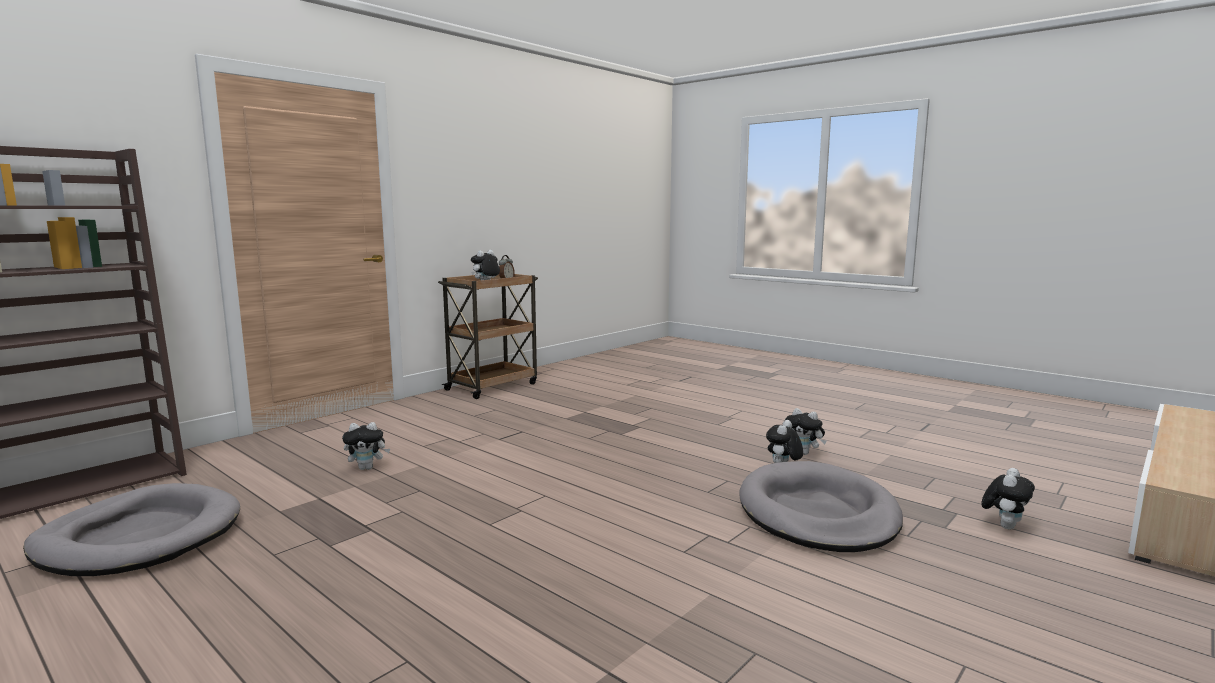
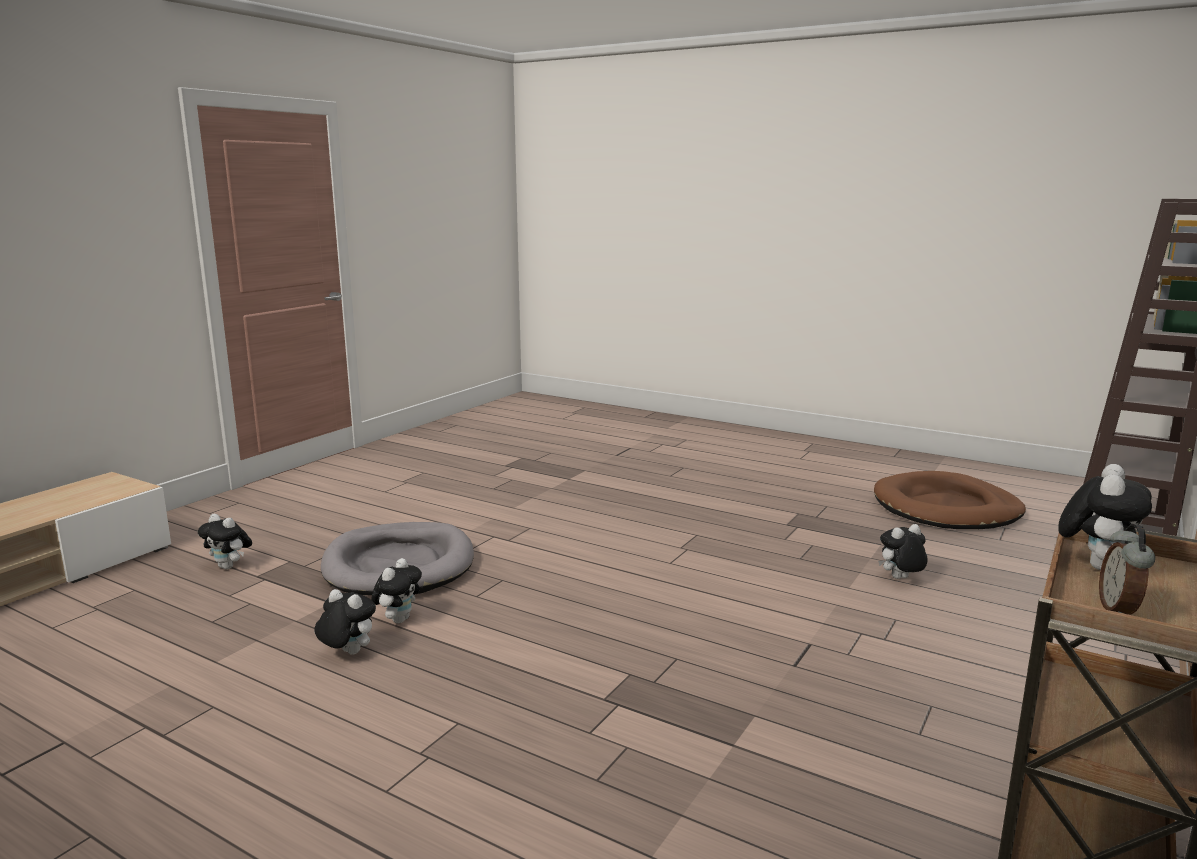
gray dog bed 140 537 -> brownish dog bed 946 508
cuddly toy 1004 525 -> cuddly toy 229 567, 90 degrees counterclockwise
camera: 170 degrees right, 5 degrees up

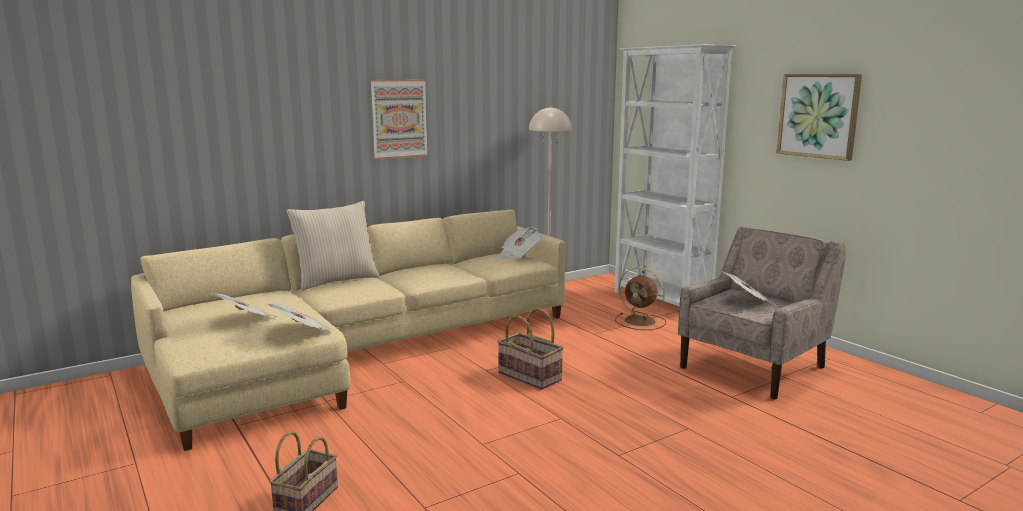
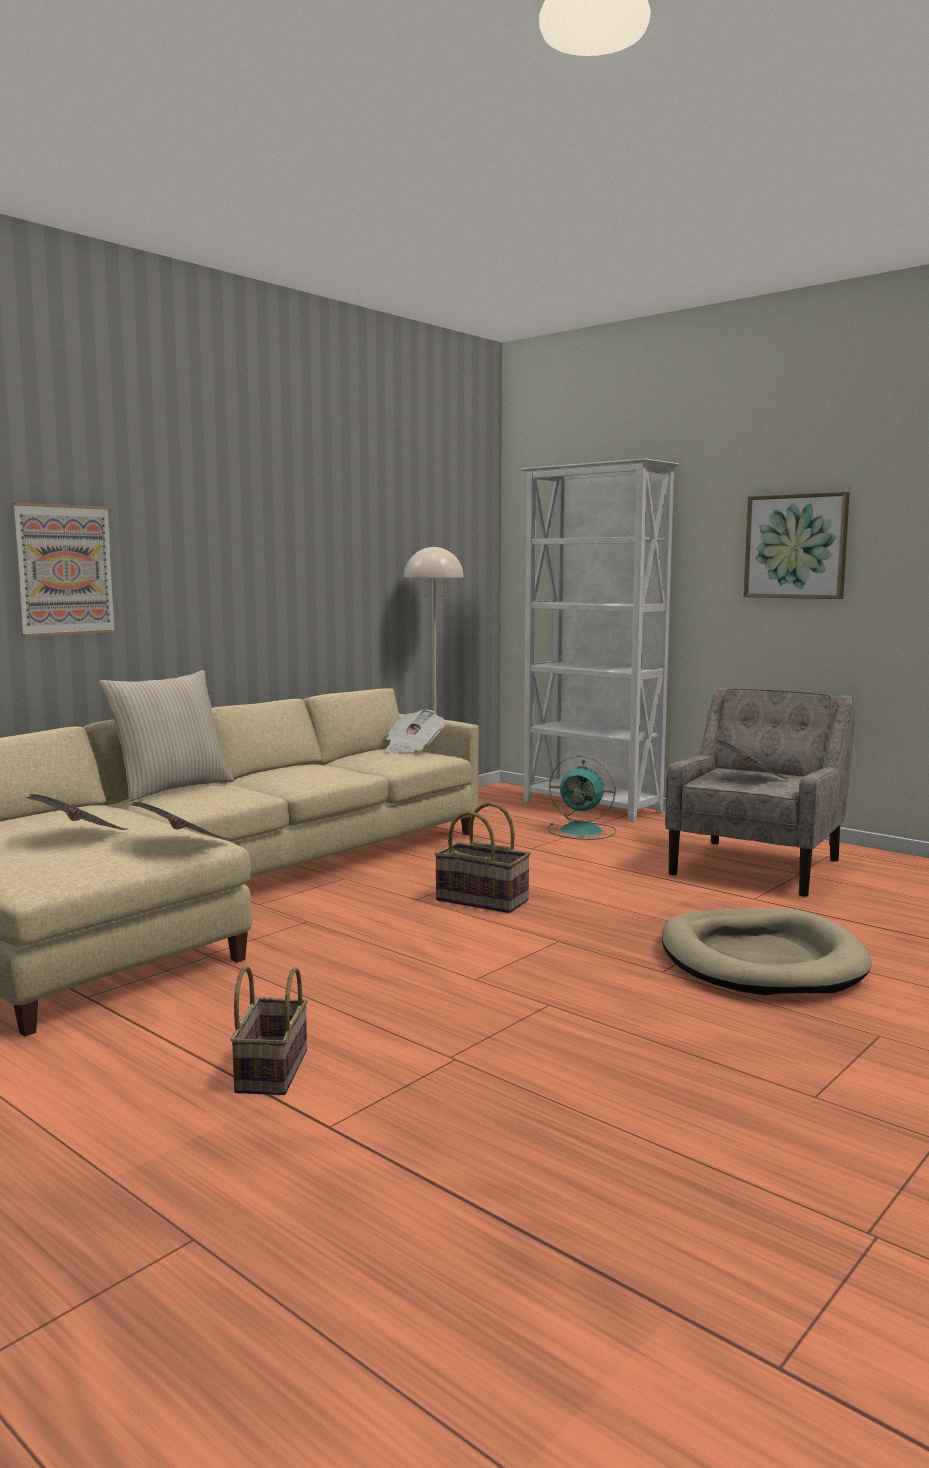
wall art 399 118 -> wall art 64 570, move
brownish fan 641 322 -> turquoise-coloured fan 583 831
none -> sand-coloured dog bed 760 960
camera: 15 degrees left, 5 degrees down

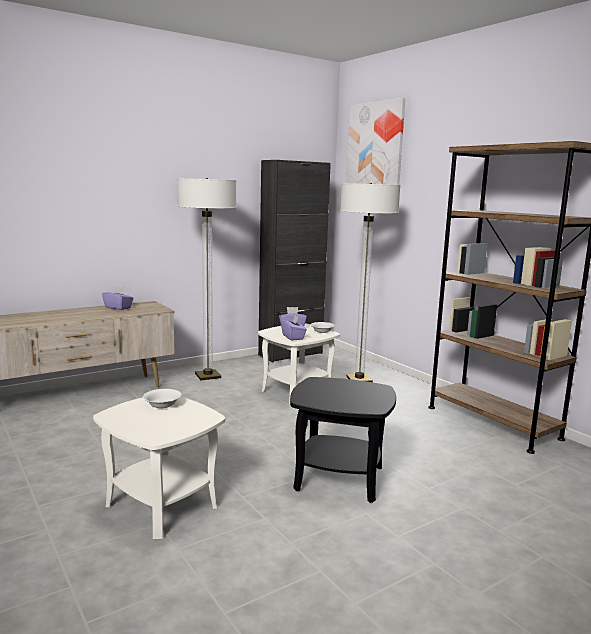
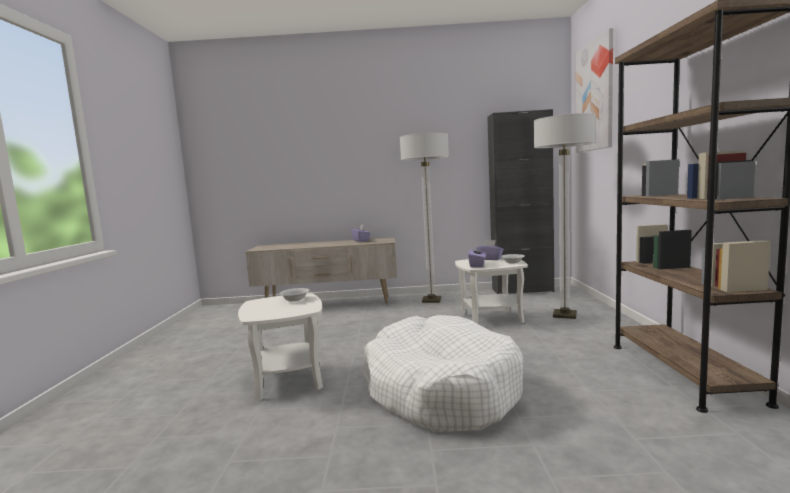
black end table 339 478 -> white-coloured dog bed 440 390
camera: 35 degrees right, 5 degrees down

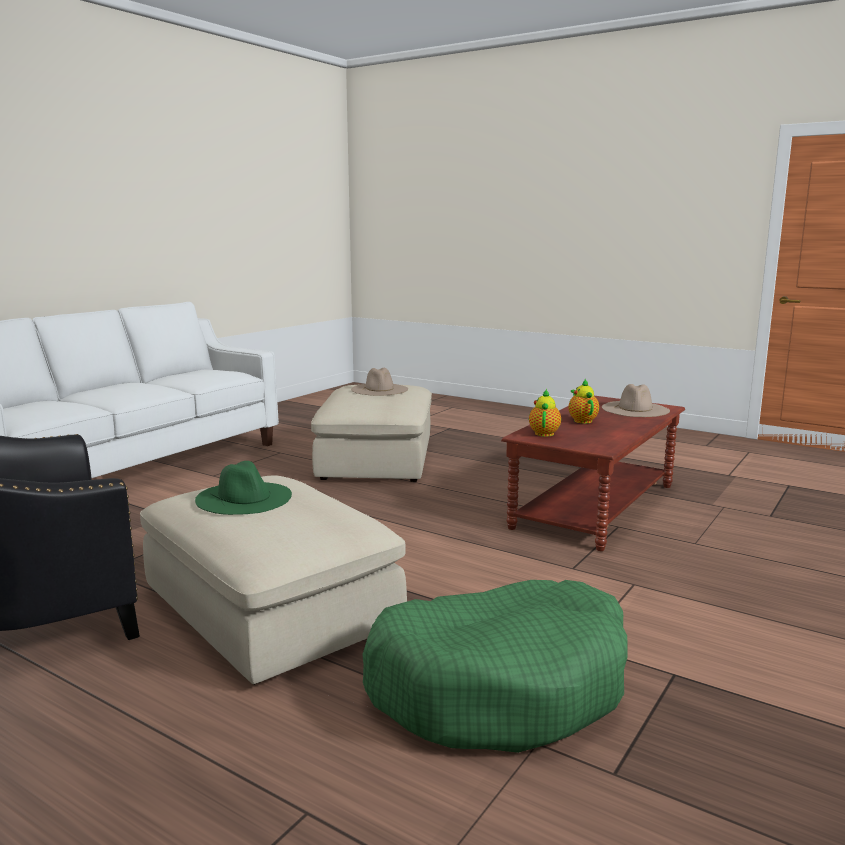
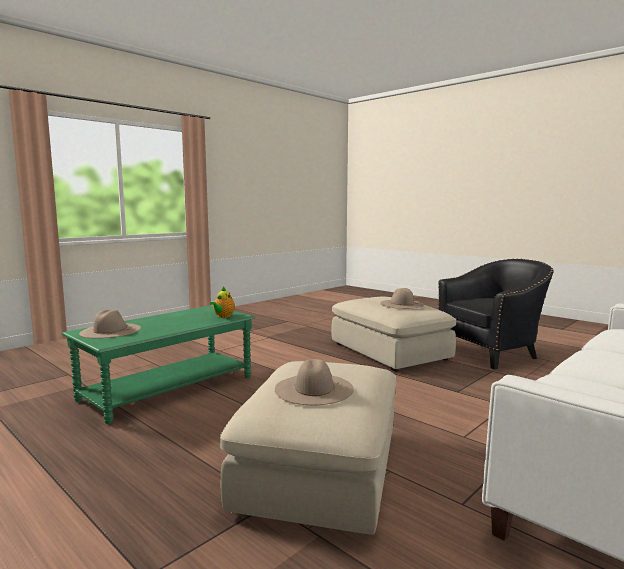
green wearable hat 244 497 -> sand-coloured wearable hat 401 304
green dog bed 500 686 -> none
brownish lounge table 594 506 -> green lounge table 169 388
tea pot 582 420 -> none
camera: 170 degrees left, 5 degrees down

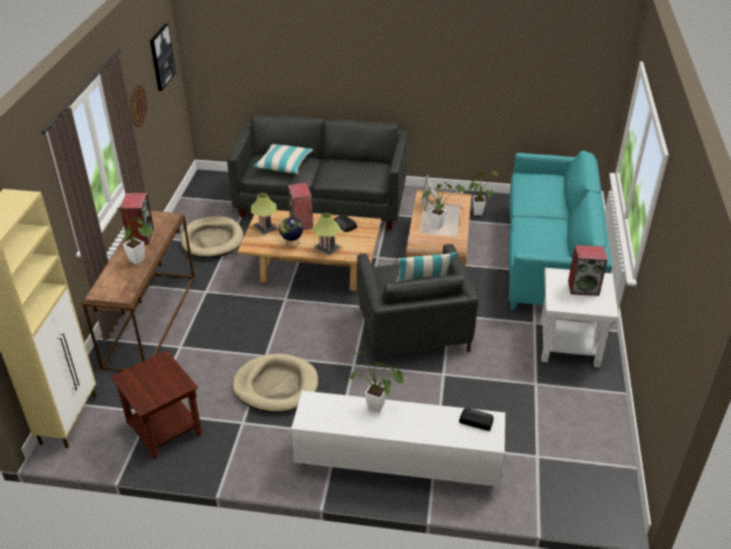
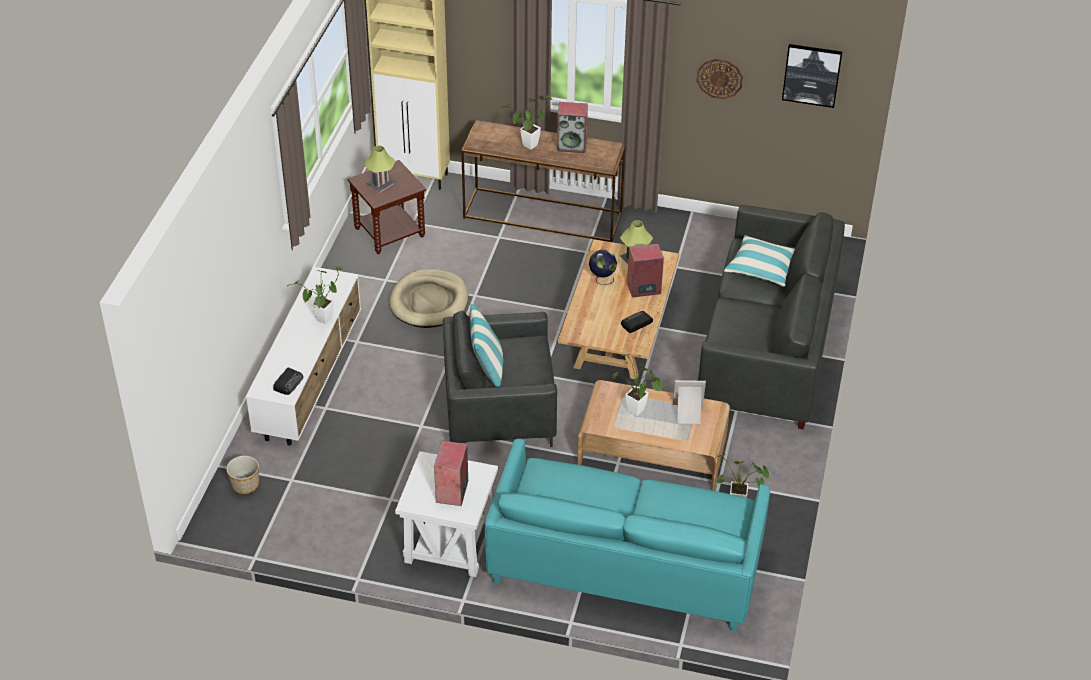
sand-coloured dog bed 212 240 -> none
lamp for a table 327 249 -> lamp for a table 381 184, move
none -> planter 245 484
camera: 95 degrees right, 5 degrees up

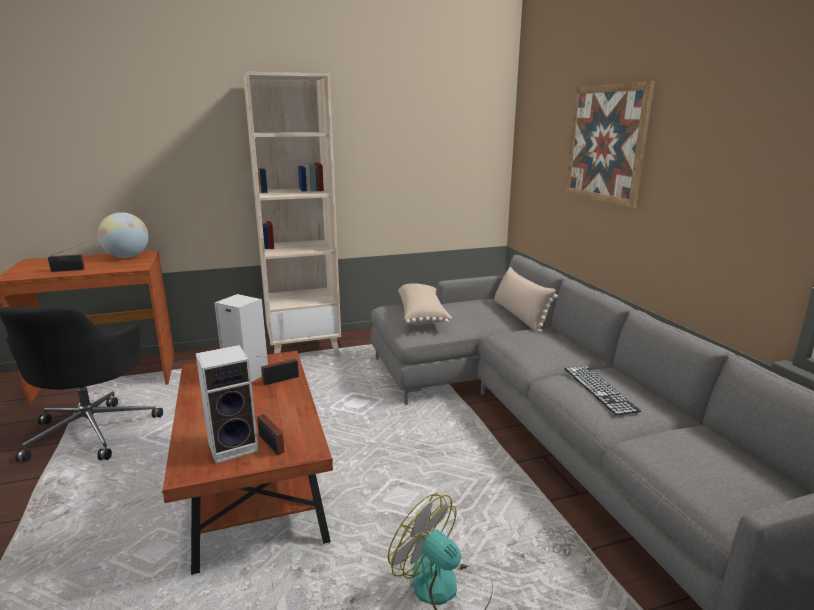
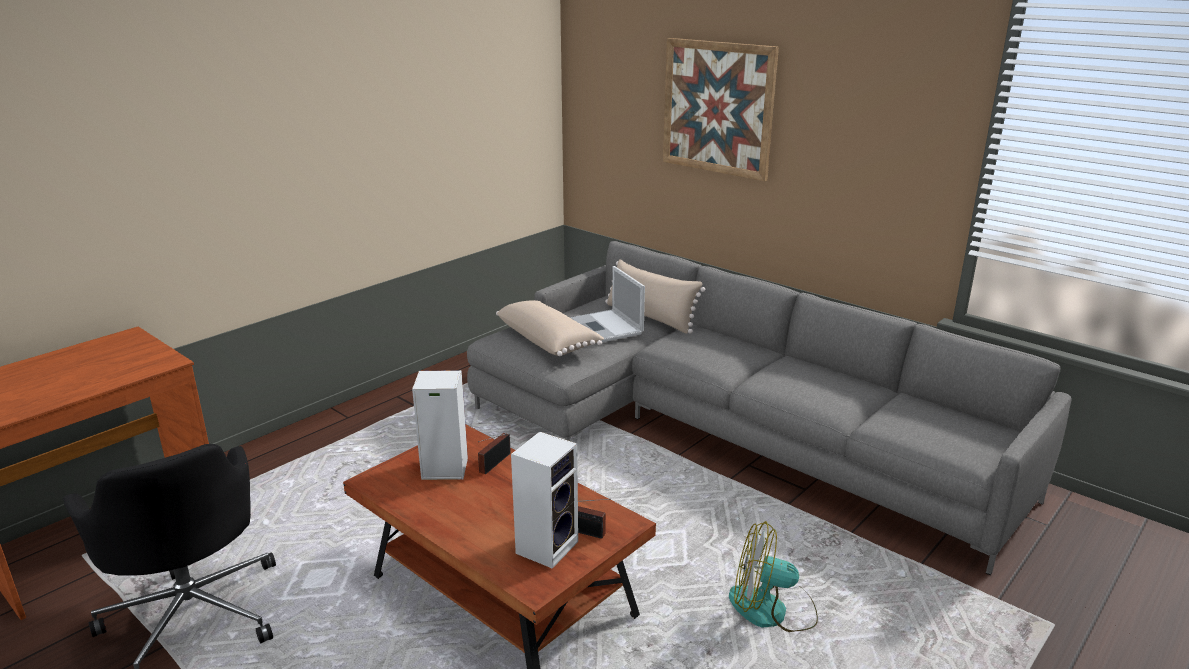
radio 70 270 -> none
globe 127 257 -> none
sand-coloured bookshelf 304 349 -> none
keyboard 599 389 -> none
none -> notebook computer 607 327
camera: 30 degrees left, 5 degrees up

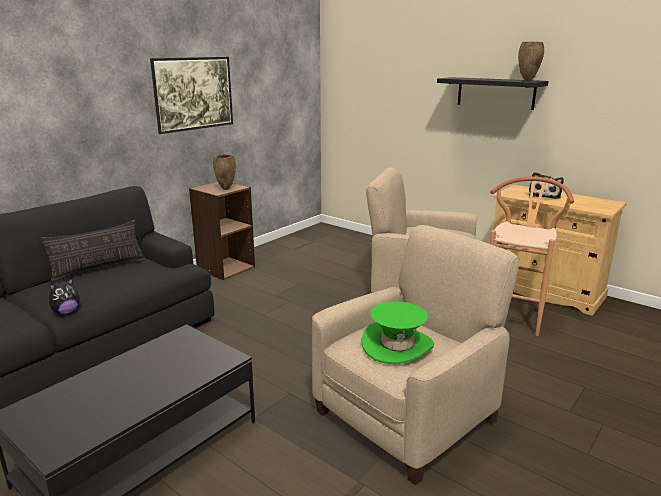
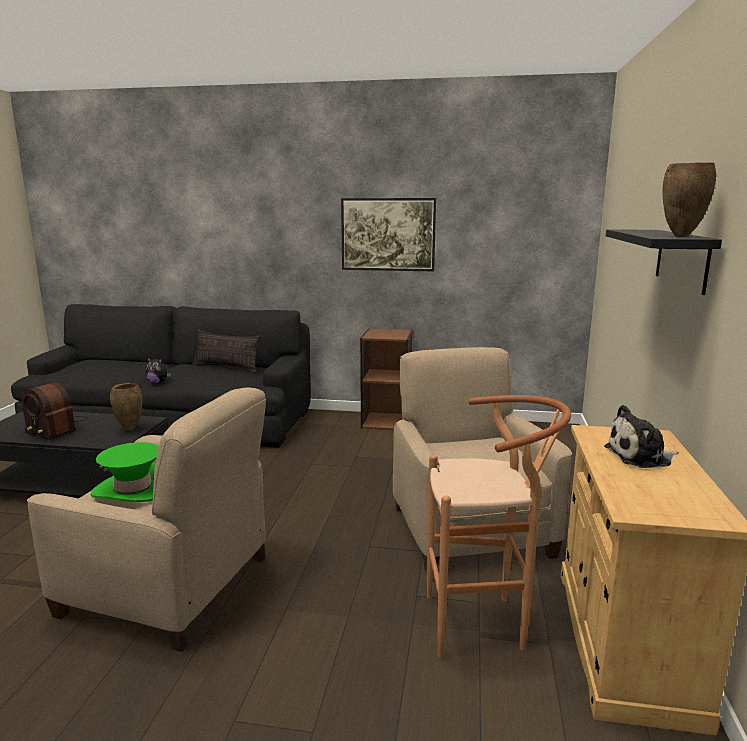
brownish decorative vase 226 189 -> brownish decorative vase 129 429, move
none -> radio 55 428
camera: 60 degrees right, 5 degrees down

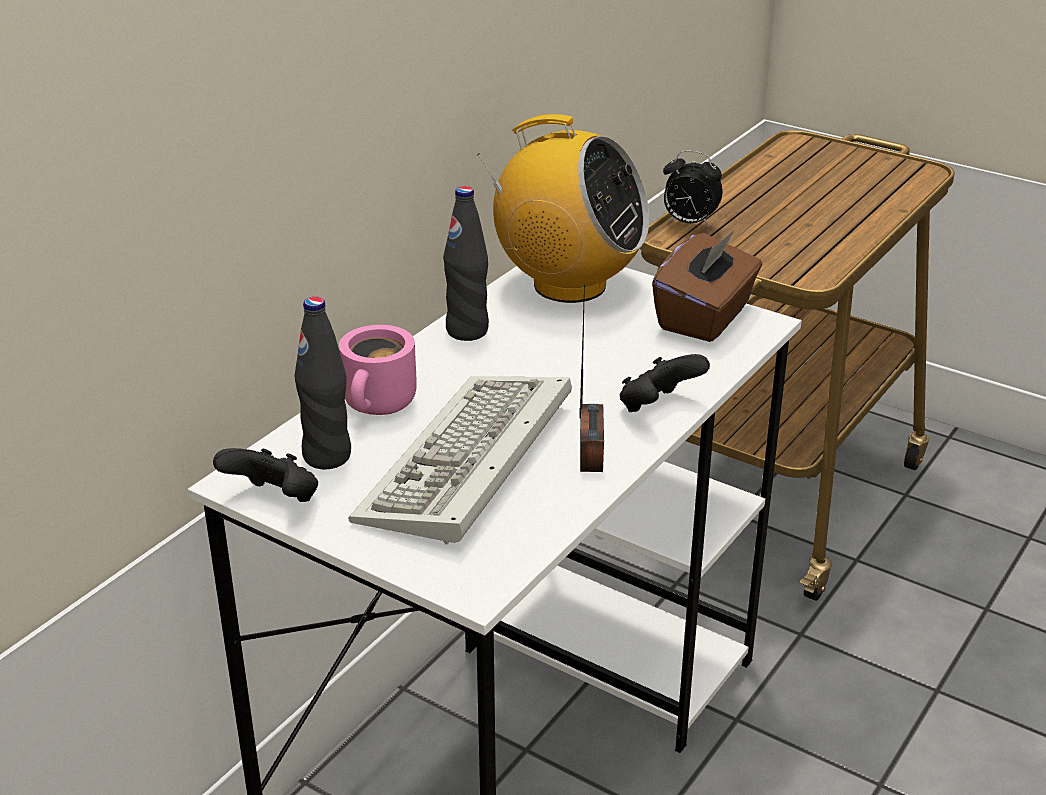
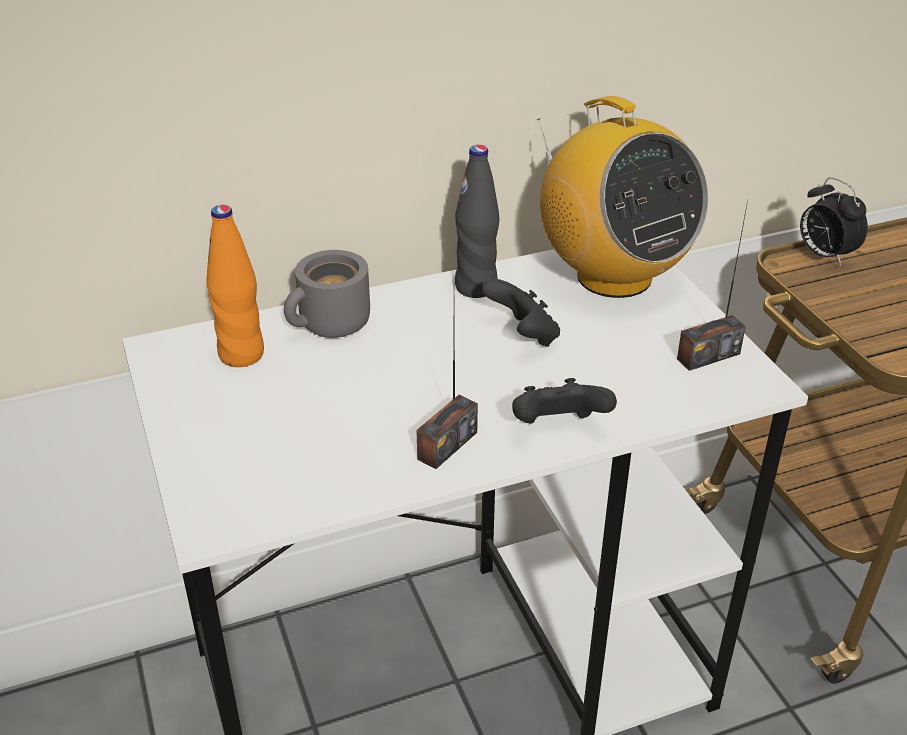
black joypad 274 500 -> black joypad 523 336, move
black bottle 327 456 -> orangey bottle 242 354
pink tea mug 380 405 -> gray tea mug 331 327
keyboard 468 466 -> none
brownish box of tissues 705 317 -> radio 708 356
camera: 35 degrees right, 5 degrees up

